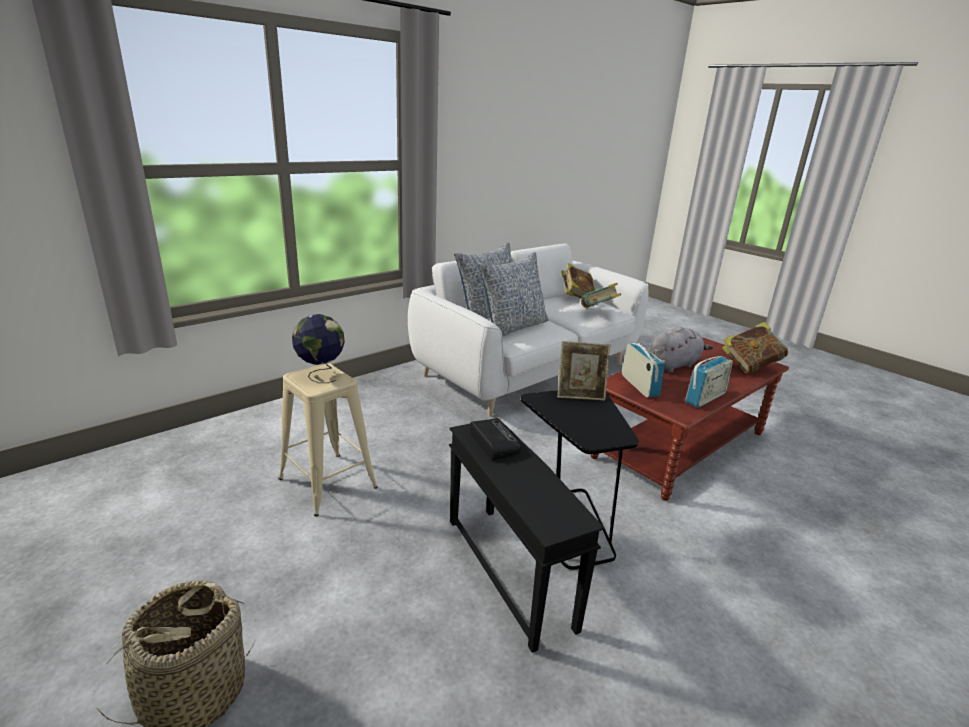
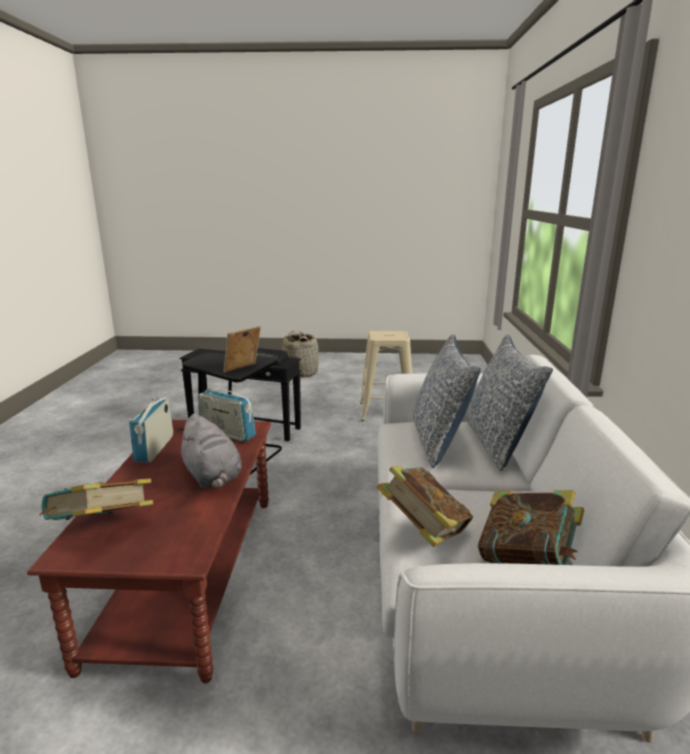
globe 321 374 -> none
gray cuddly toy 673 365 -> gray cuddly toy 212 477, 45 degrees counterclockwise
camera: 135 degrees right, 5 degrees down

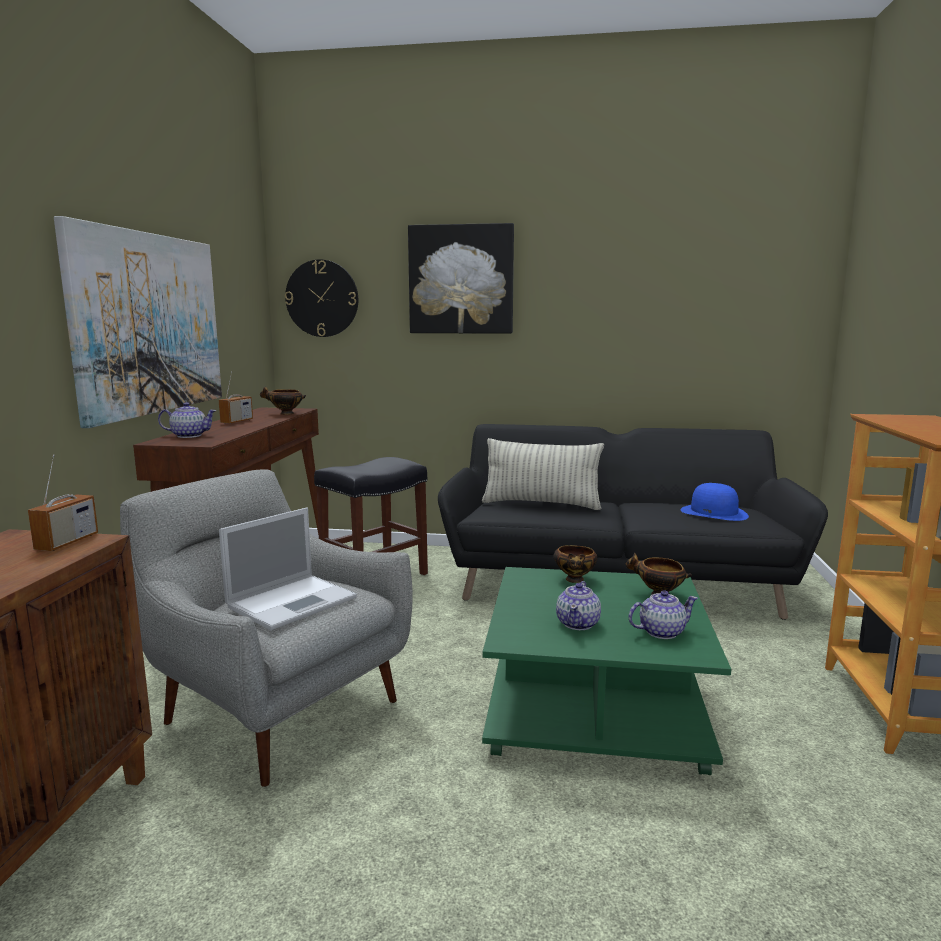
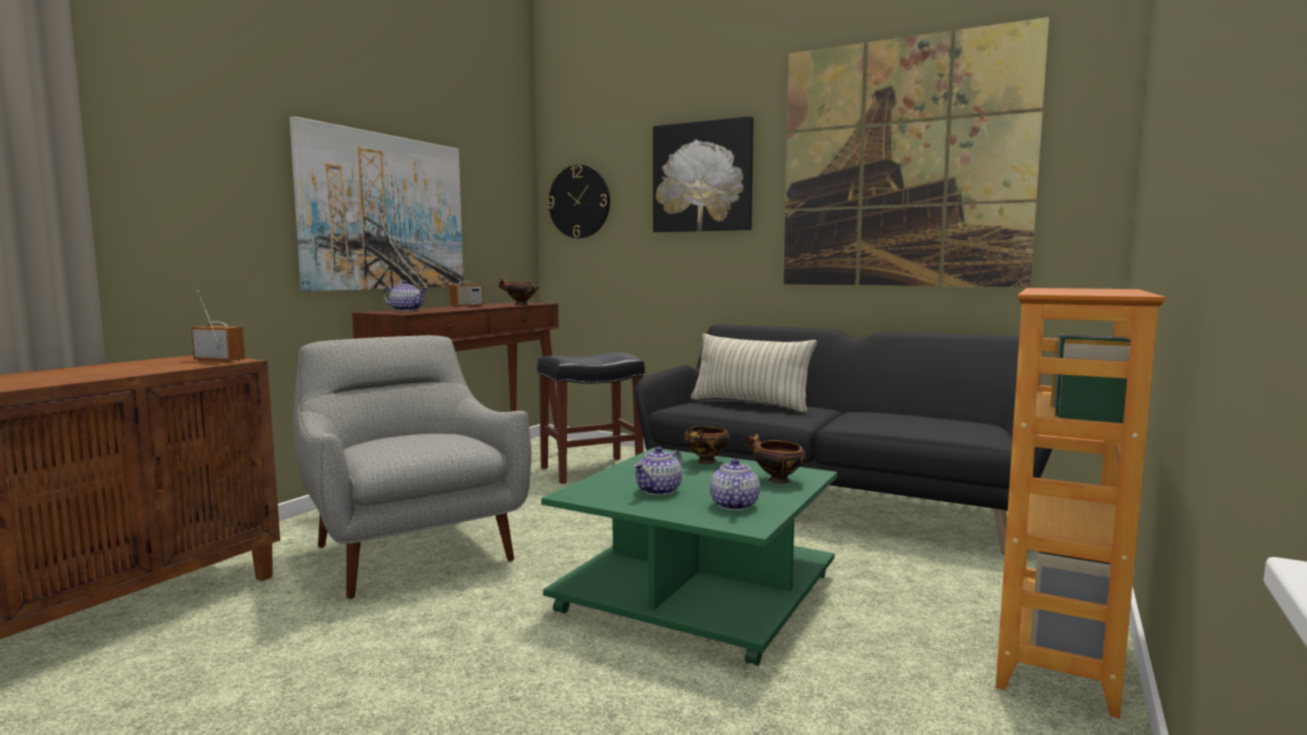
radio 67 542 -> radio 219 360, 105 degrees counterclockwise
notebook computer 293 601 -> none
tea pot 661 632 -> tea pot 733 505, 90 degrees counterclockwise
blue-coloured wearable hat 714 513 -> none
none -> wall art 903 164
camera: 20 degrees right, 5 degrees down

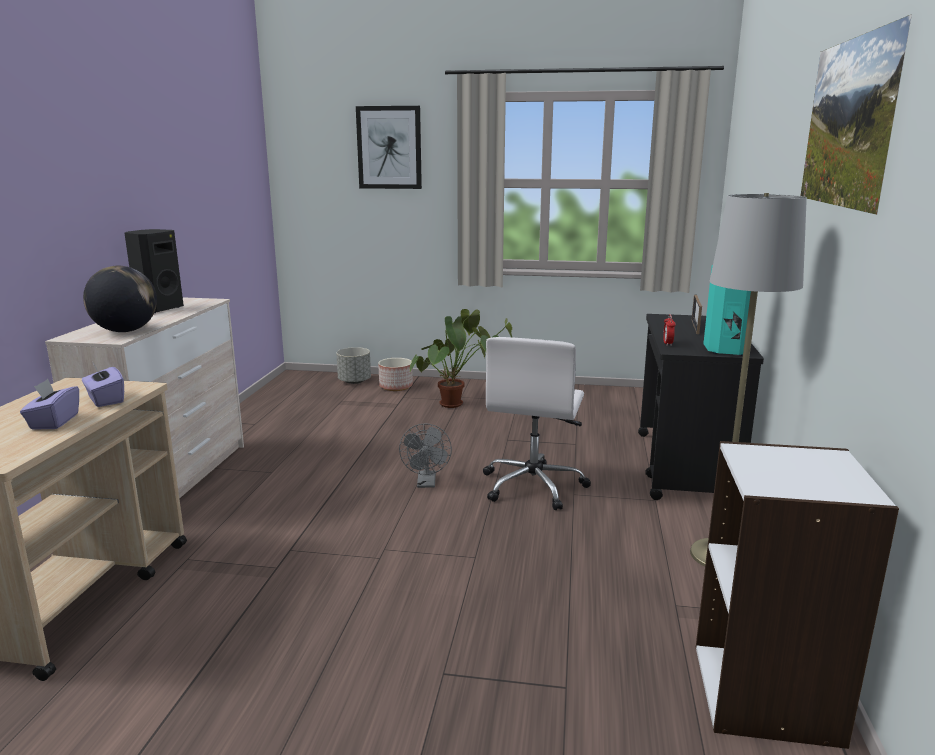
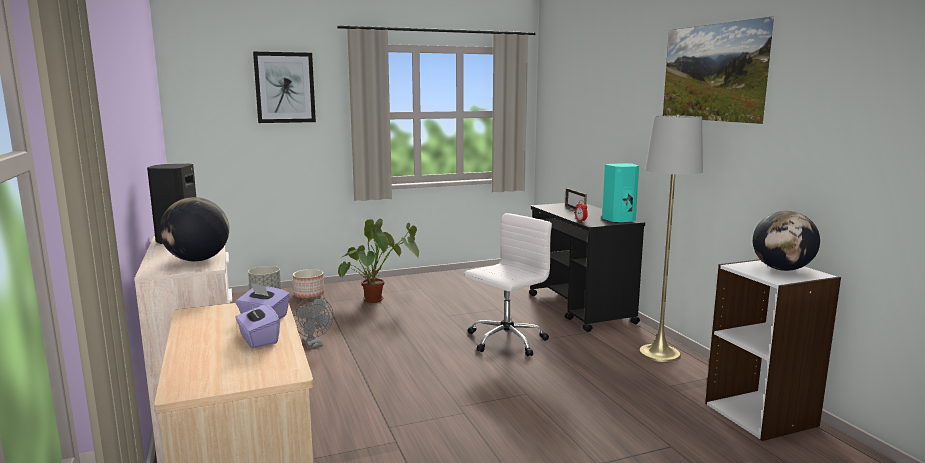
gray fan 426 483 -> gray fan 314 345, move
white-coloured desk chair 533 486 -> white-coloured desk chair 505 341, 120 degrees counterclockwise
none -> globe 782 269
camera: 30 degrees left, 5 degrees down

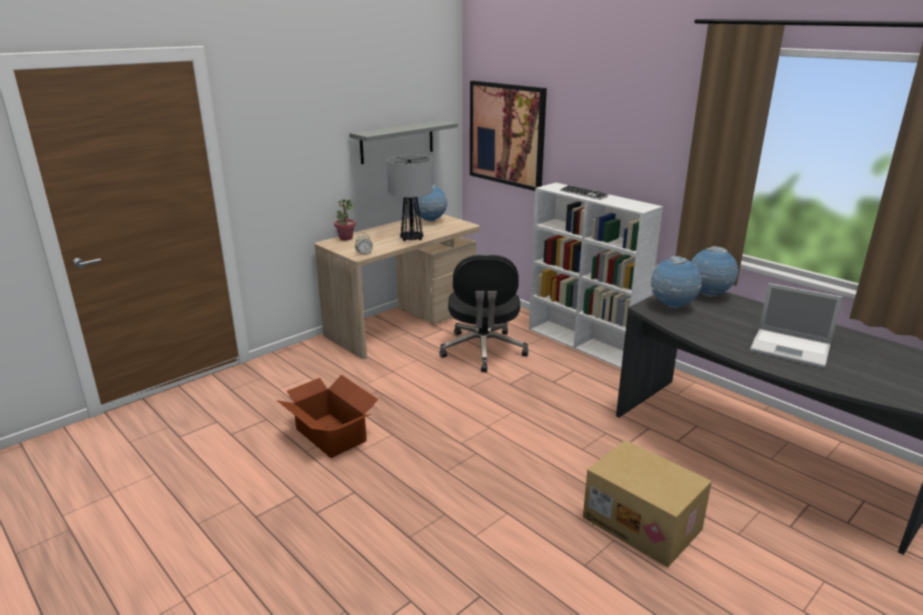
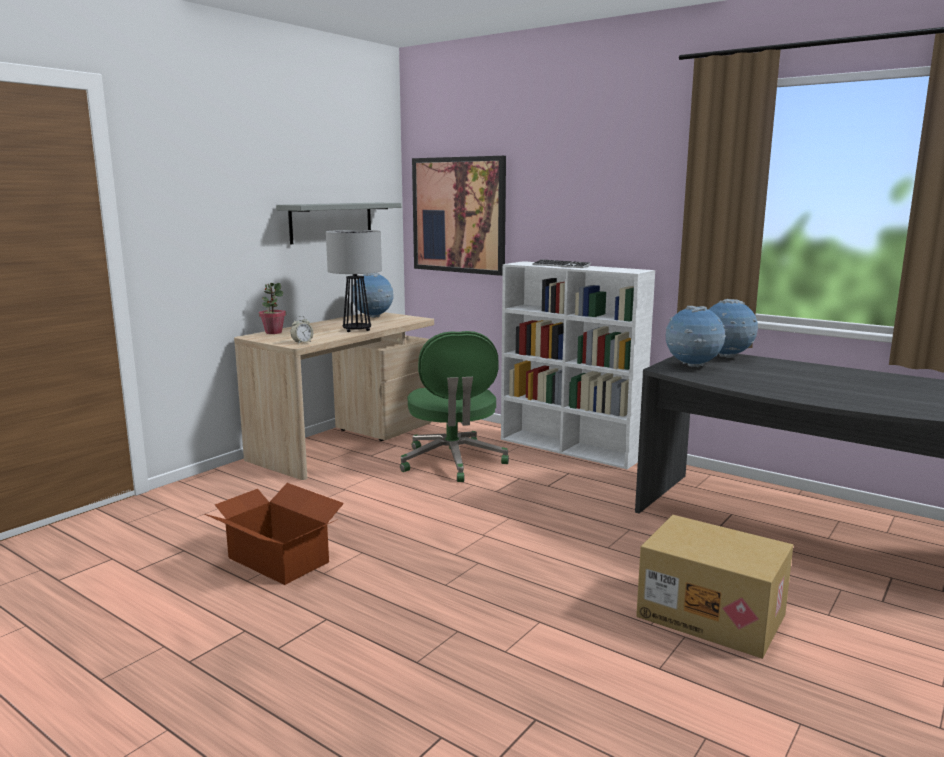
black desk chair 483 351 -> green desk chair 453 462
notebook computer 791 348 -> none
camera: 10 degrees left, 10 degrees down

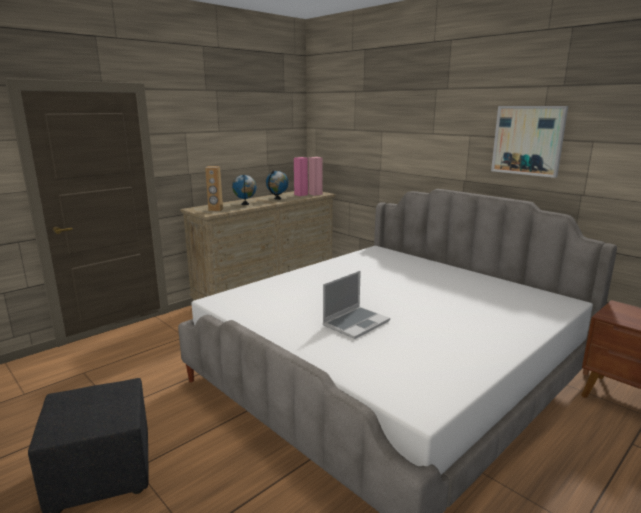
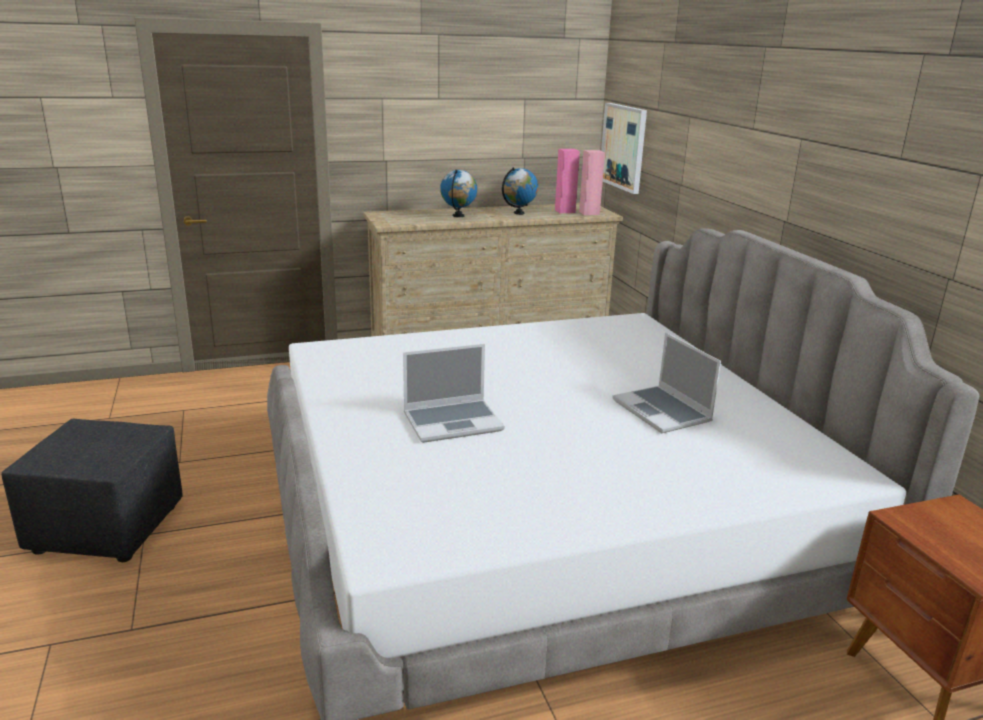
brownish loudspeaker 215 210 -> none
wall art 528 140 -> wall art 624 147, move
none -> notebook computer 663 411
camera: 25 degrees right, 5 degrees up

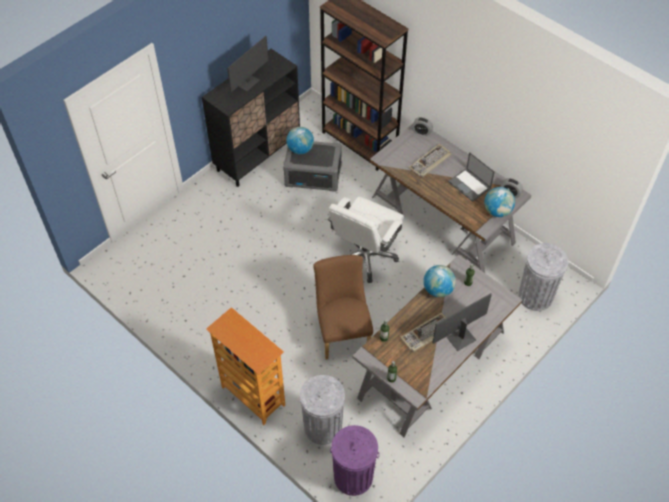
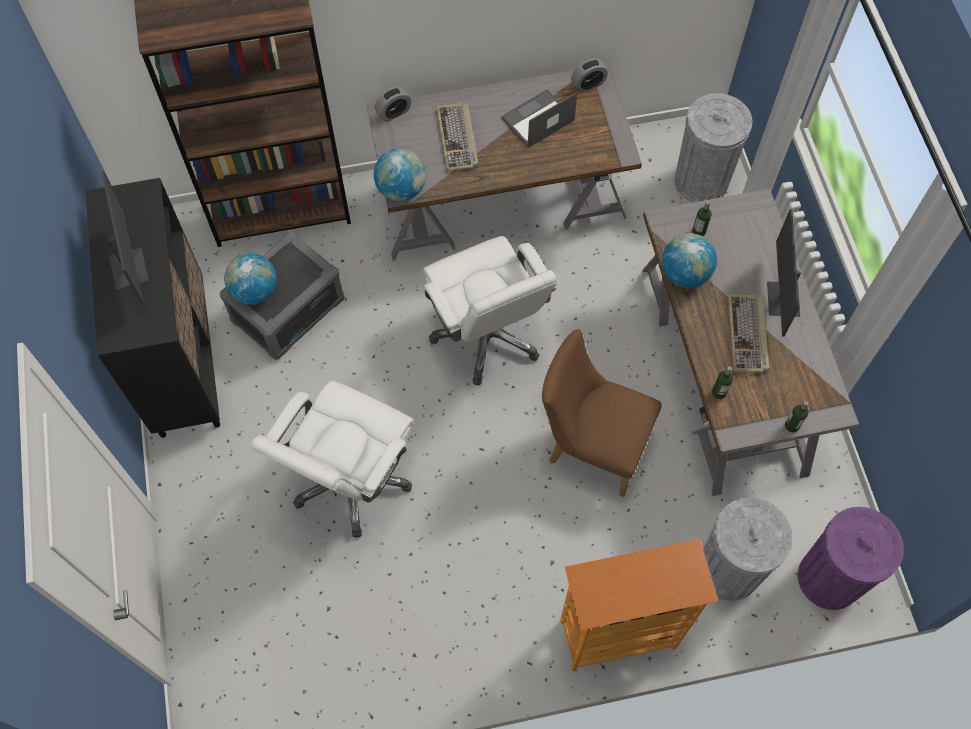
notebook computer 470 185 -> notebook computer 537 120, 150 degrees clockwise
globe 497 211 -> globe 401 189, move
none -> white-coloured desk chair 351 481
camera: 55 degrees left, 10 degrees up

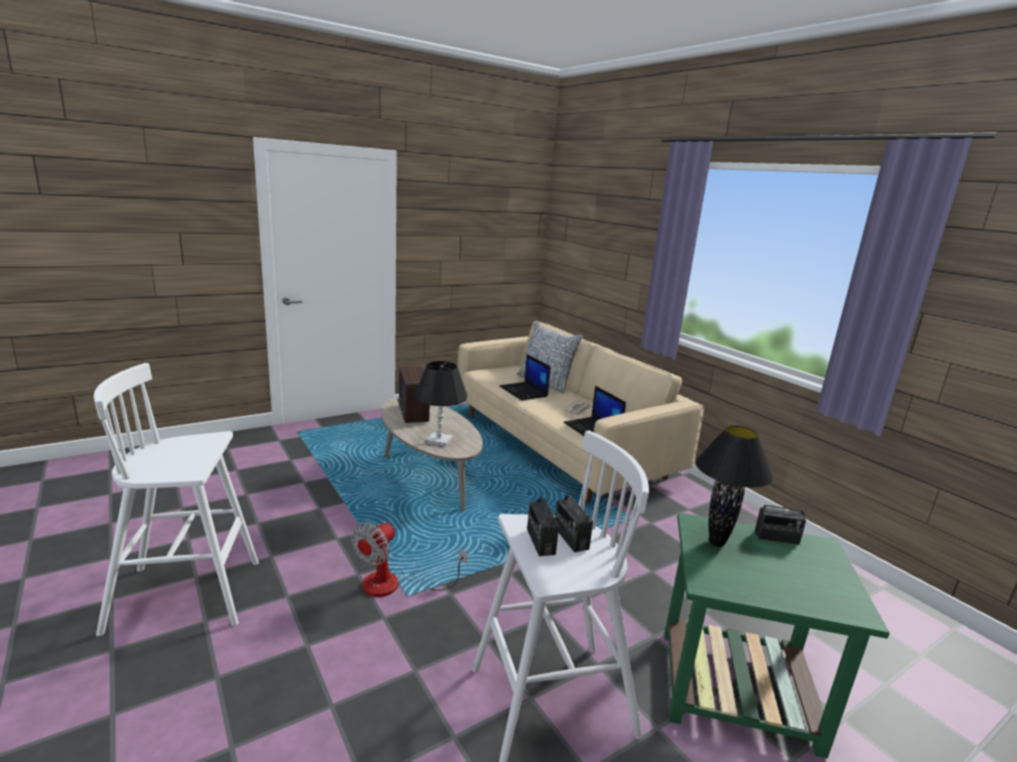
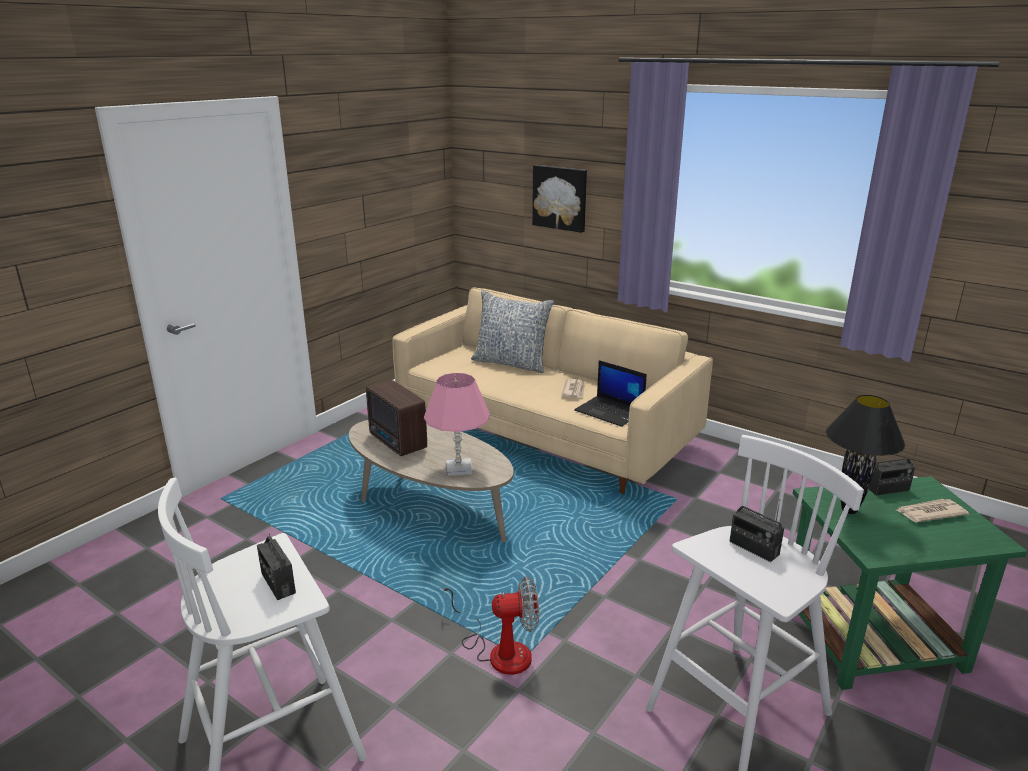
fan 394 584 -> fan 499 650, 105 degrees counterclockwise
black lamp for a table 439 440 -> pink lamp for a table 458 468
notebook computer 524 391 -> none
radio 540 541 -> radio 278 583, move
none -> wall art 560 198
none -> daily paper 929 513
camera: 20 degrees left, 5 degrees up

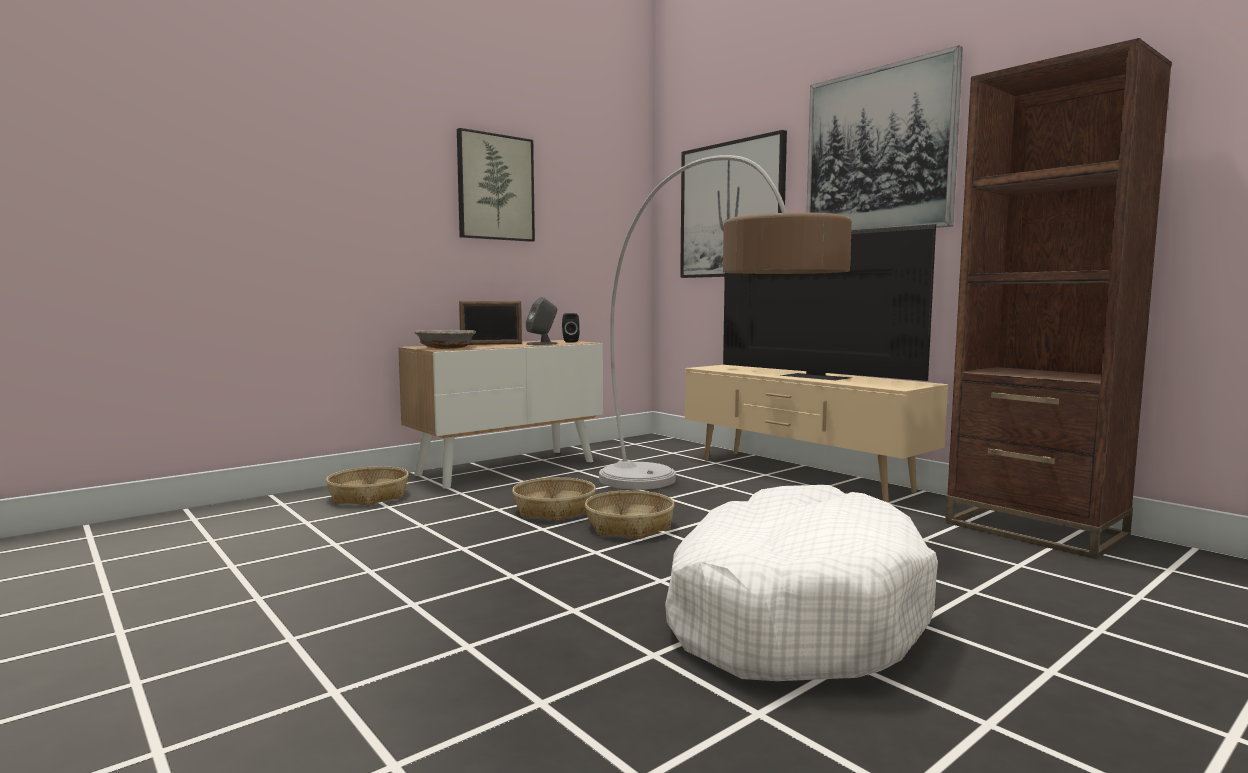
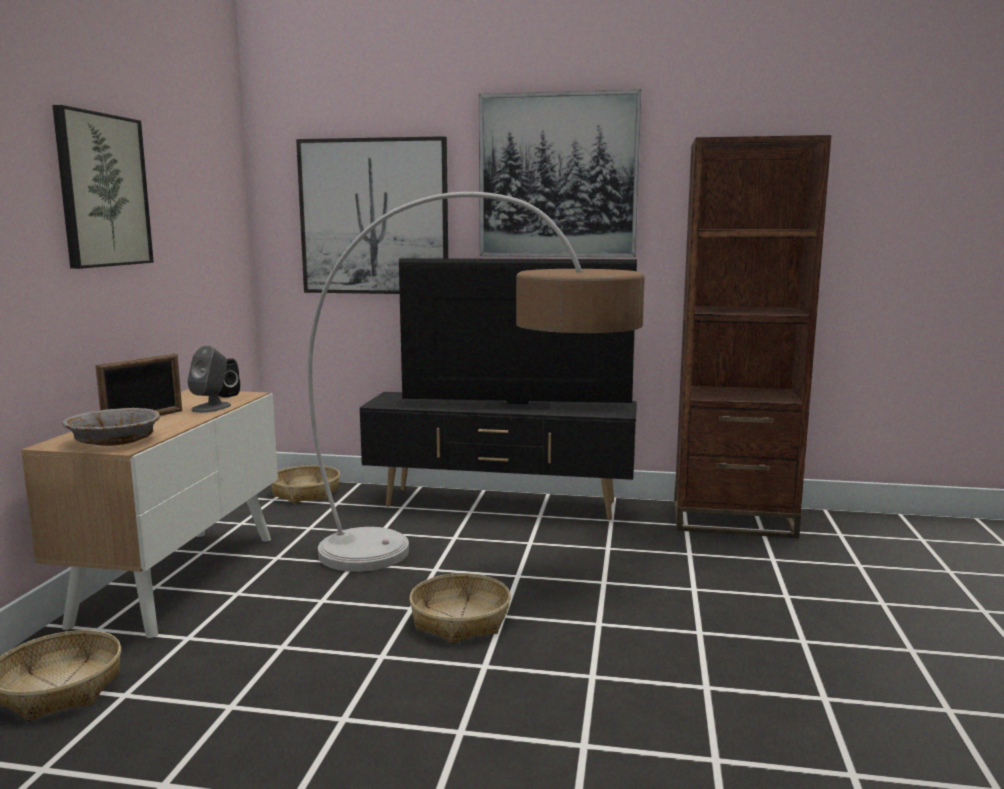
household basket 554 510 -> household basket 305 492, move
white-coloured dog bed 791 613 -> none
sand-coloured tv stand 800 475 -> black tv stand 501 505
camera: 40 degrees left, 5 degrees up

